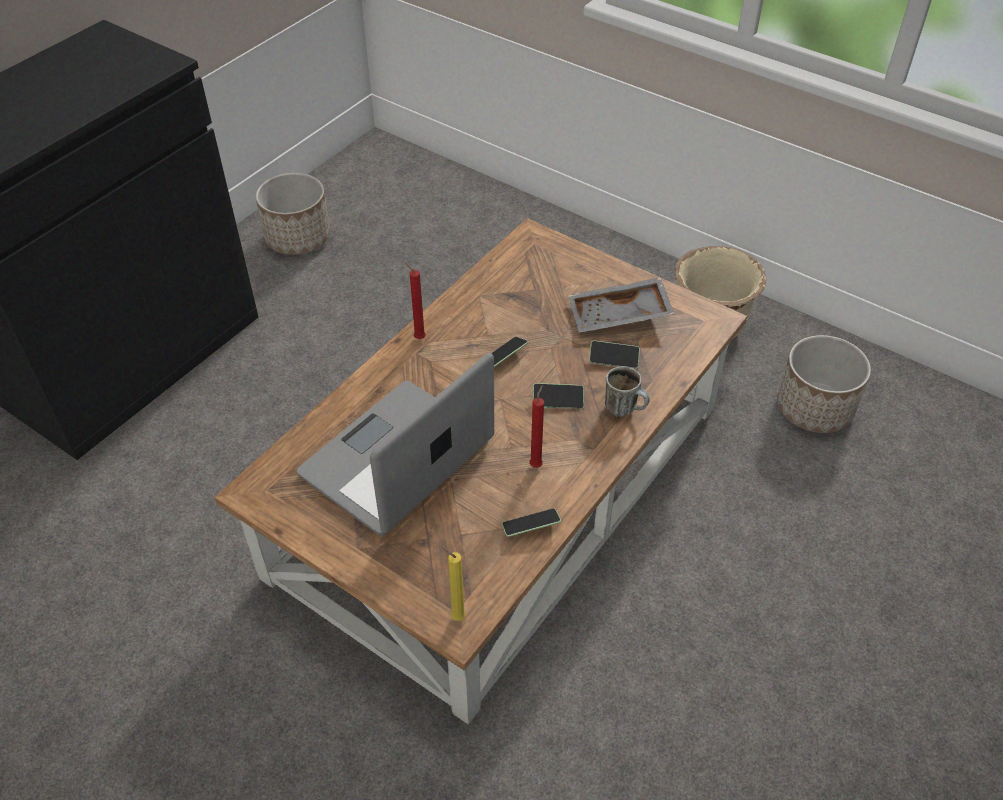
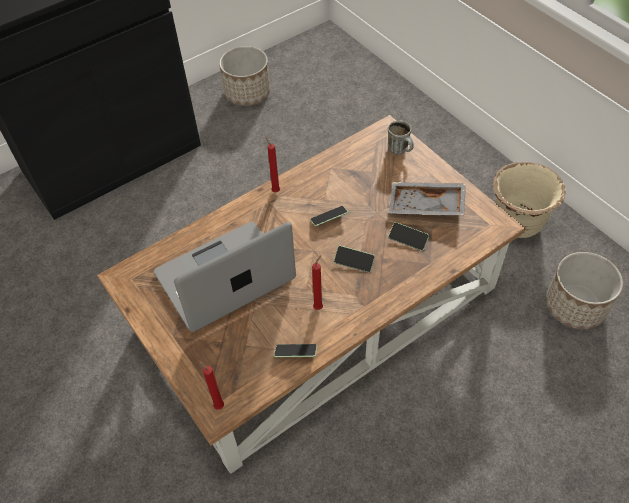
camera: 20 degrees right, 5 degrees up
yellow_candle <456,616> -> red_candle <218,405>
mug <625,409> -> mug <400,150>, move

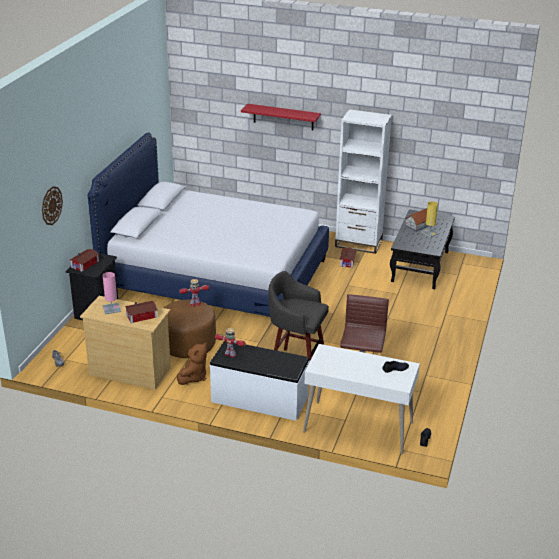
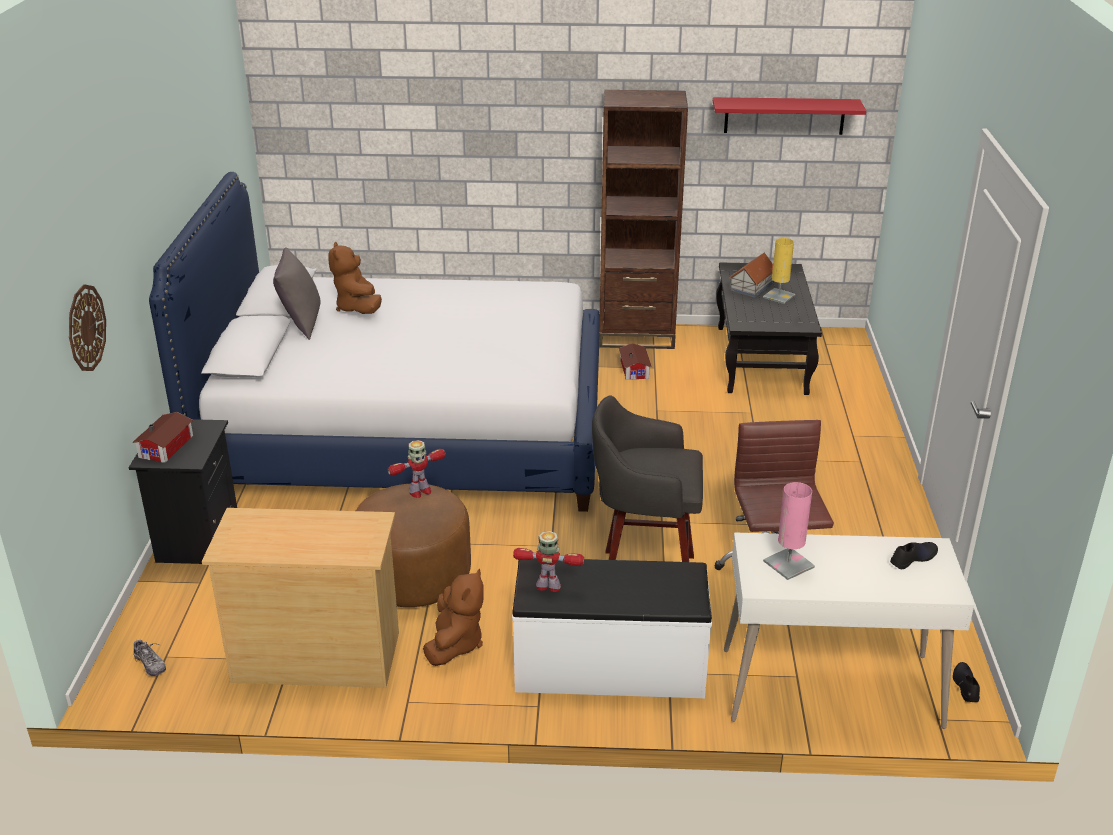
camera: 15 degrees left, 0 degrees up
pink_table_lamp <111,309> -> pink_table_lamp <788,564>, move
toy_house <142,316> -> none
red_shelf <283,117> -> red_shelf <784,115>, move
white_bookcase <358,243> -> brown_bookcase <636,336>
none -> grey_pillow <301,324>
none -> brown_plush_toy <358,308>

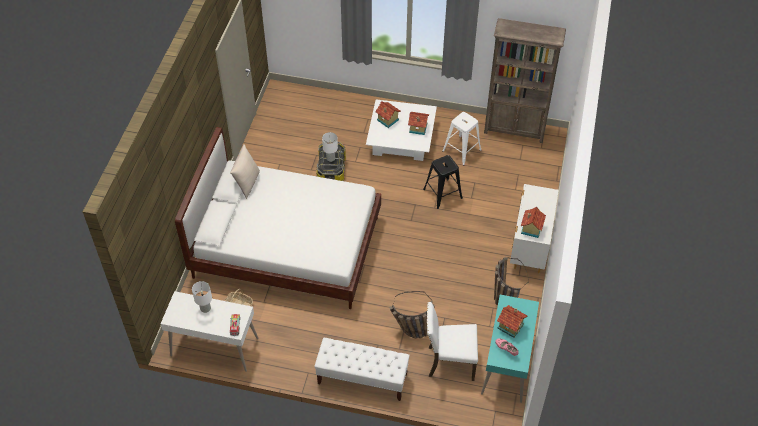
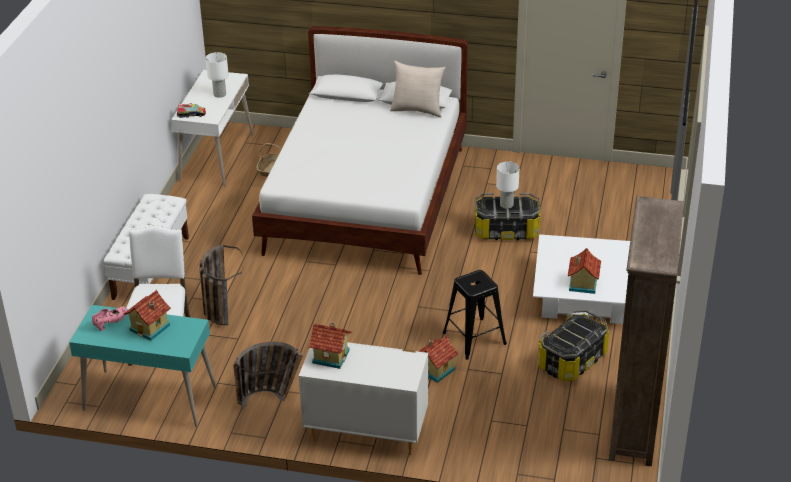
camera: 90 degrees right, 15 degrees down
toy_house <387,120> -> toy_house <435,369>, move
white_stool <462,150> -> storage_box <572,361>

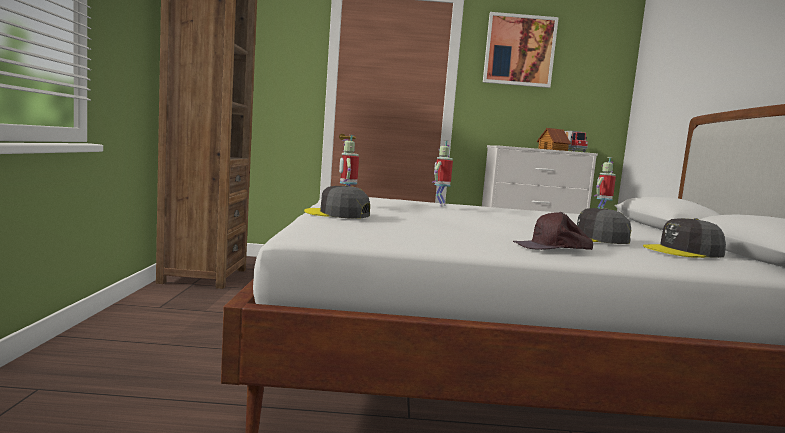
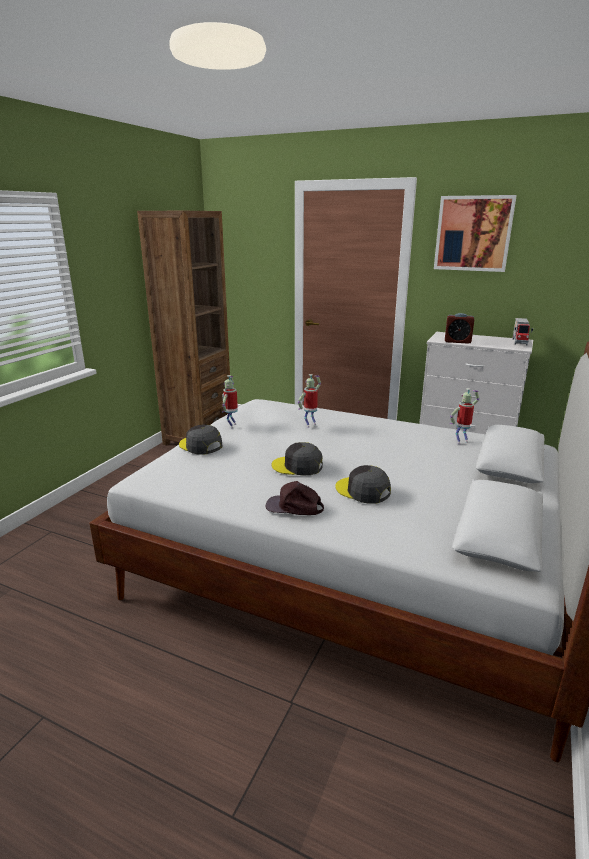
camera: 25 degrees right, 15 degrees up
toy_house <553,149> -> none
grey_cap <683,251> -> grey_cap <297,466>, move
none -> alarm_clock <457,341>

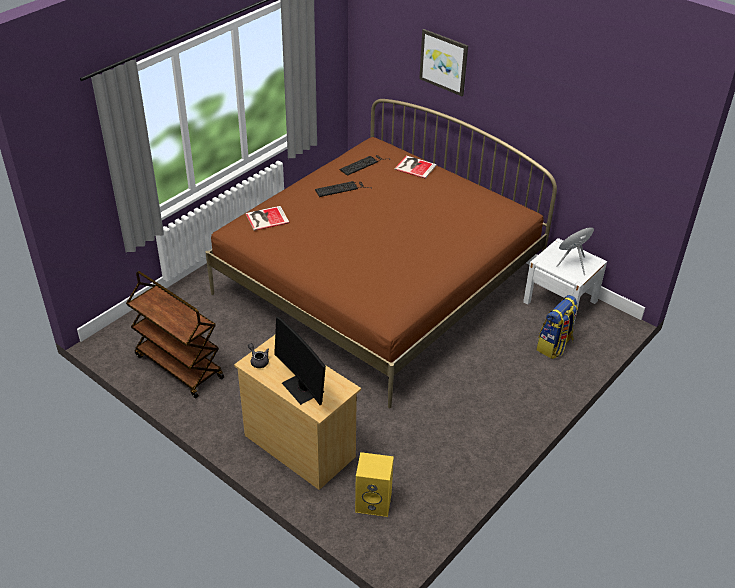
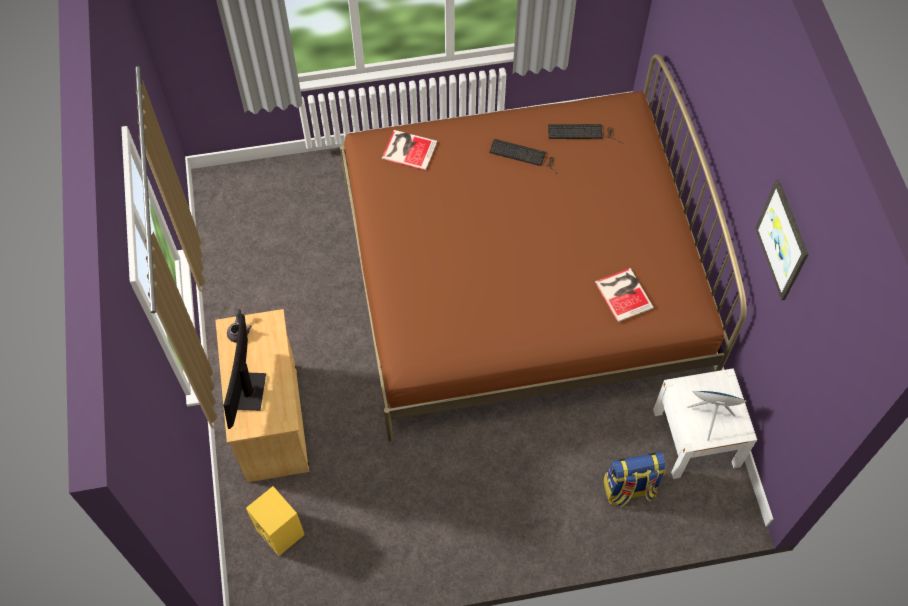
camera: 40 degrees right, 20 degrees up
brown_cart <178,367> -> none
book <414,166> -> book <624,293>, move
picture <444,62> -> picture <783,240>, move

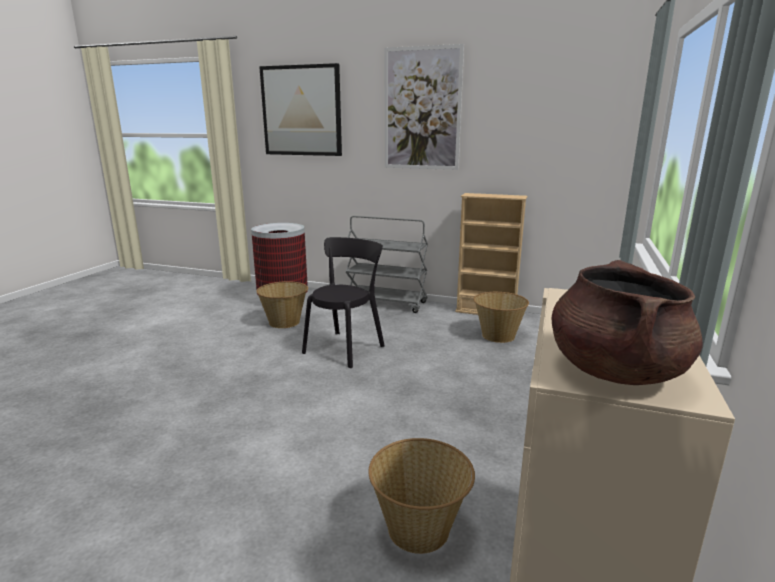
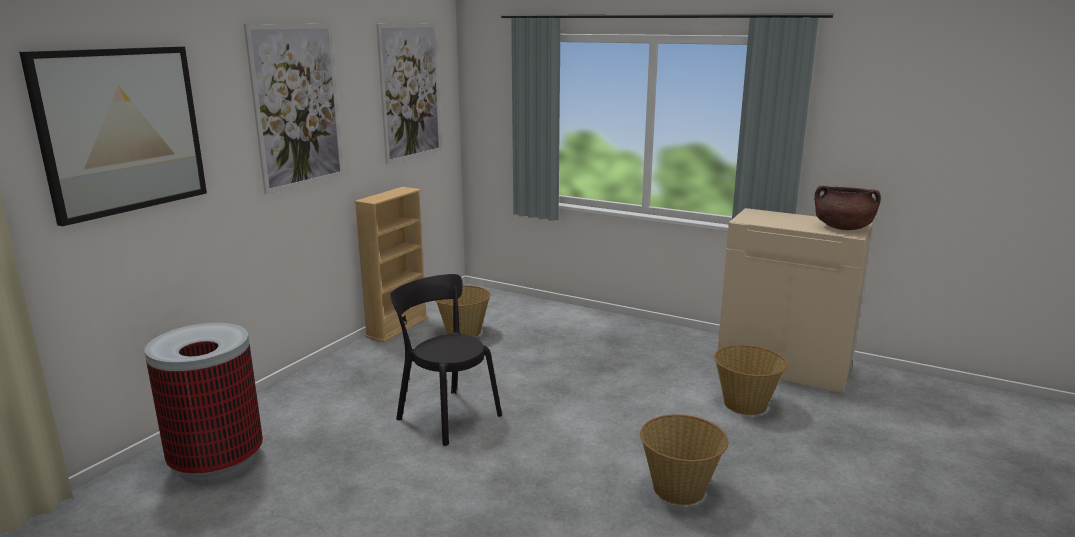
camera: 80 degrees left, 0 degrees up
basket <284,322> -> basket <679,488>, move
grey_cart <386,303> -> none
none -> picture <410,92>

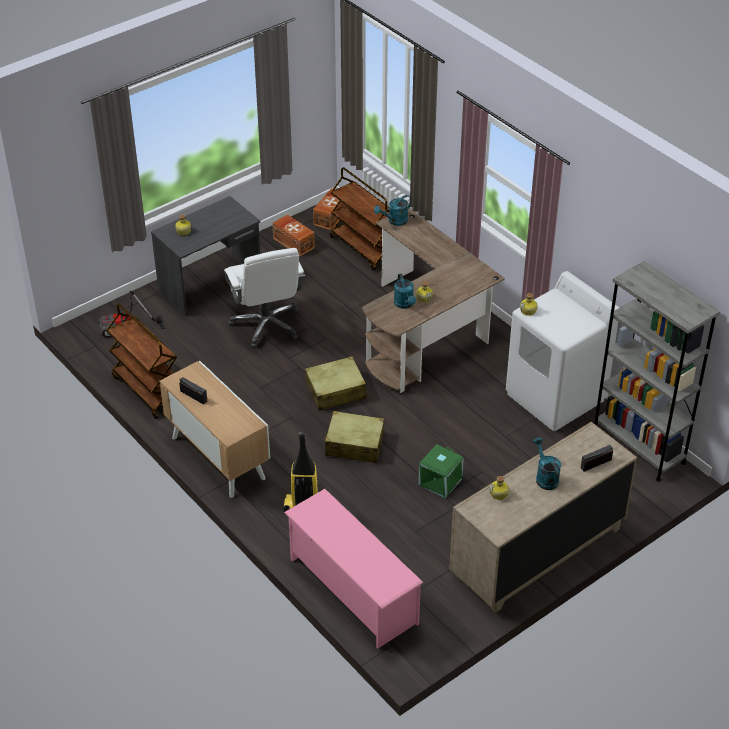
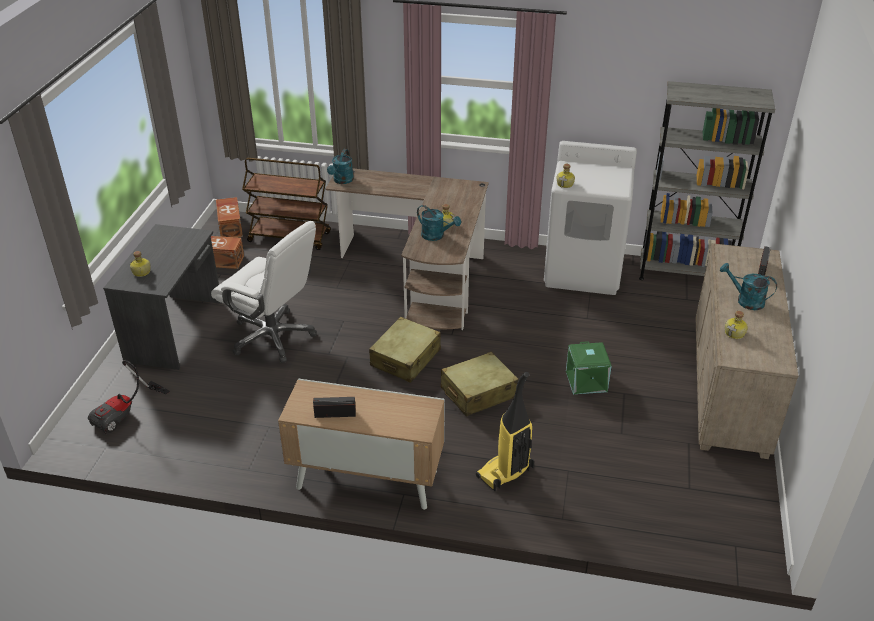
camera: 40 degrees left, 5 degrees down
brown_cart <147,390> -> none
pink_shoe_rack <352,590> -> none

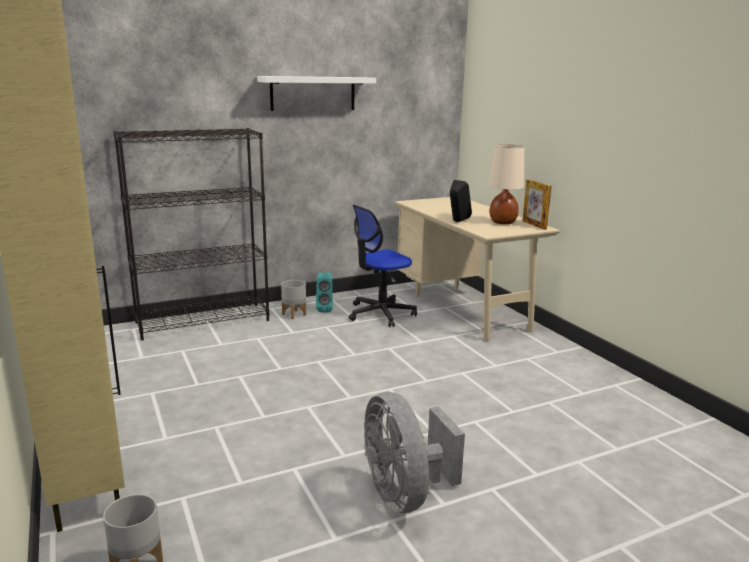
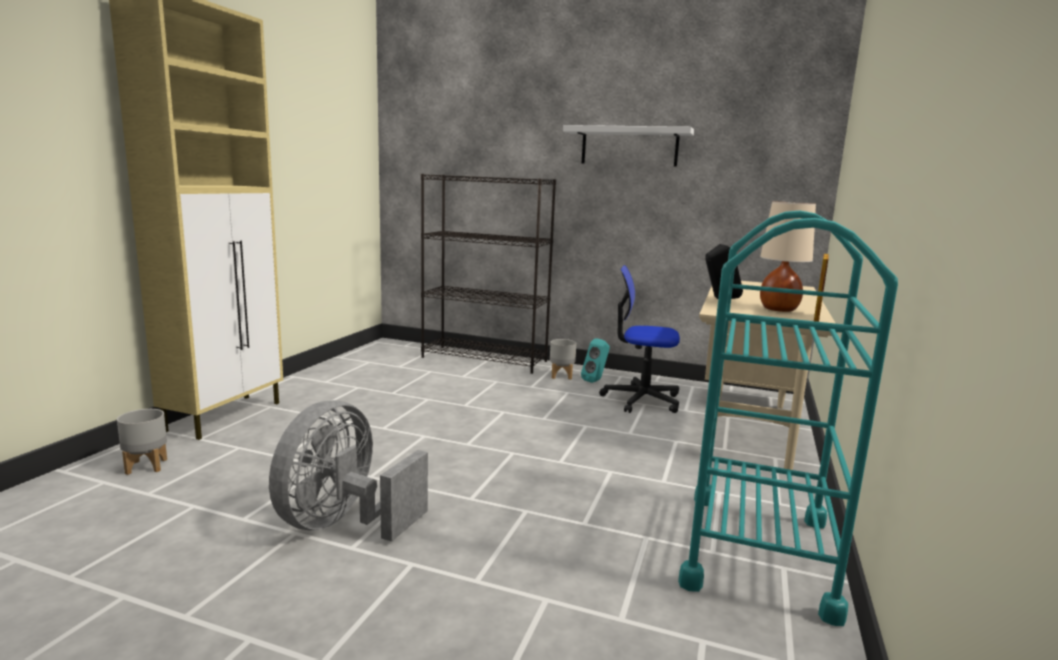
camera: 45 degrees right, 5 degrees down
none -> turquoise_cart <758,551>

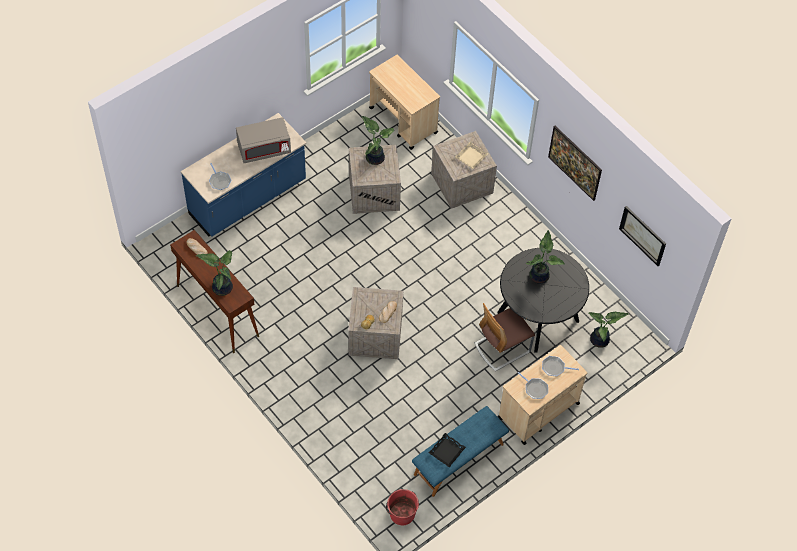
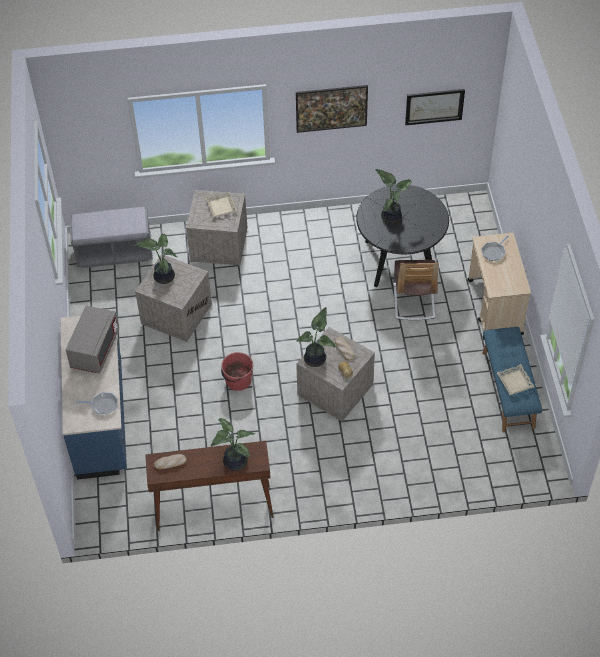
camera: 55 degrees left, 5 degrees down
beige_cart <403,121> -> grey_bench <114,252>
red_bucket <401,513> -> red_bucket <238,380>, move
black_tray <447,451> -> beige_tray <515,382>
frying_pan <535,389> -> none
potted_plant <600,341> -> potted_plant <316,359>, move

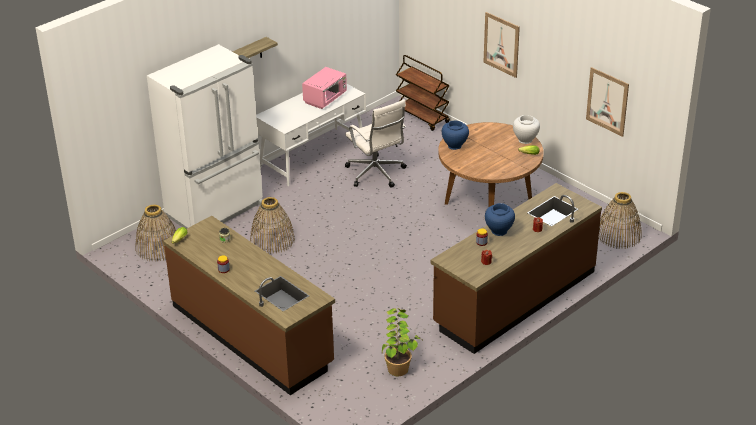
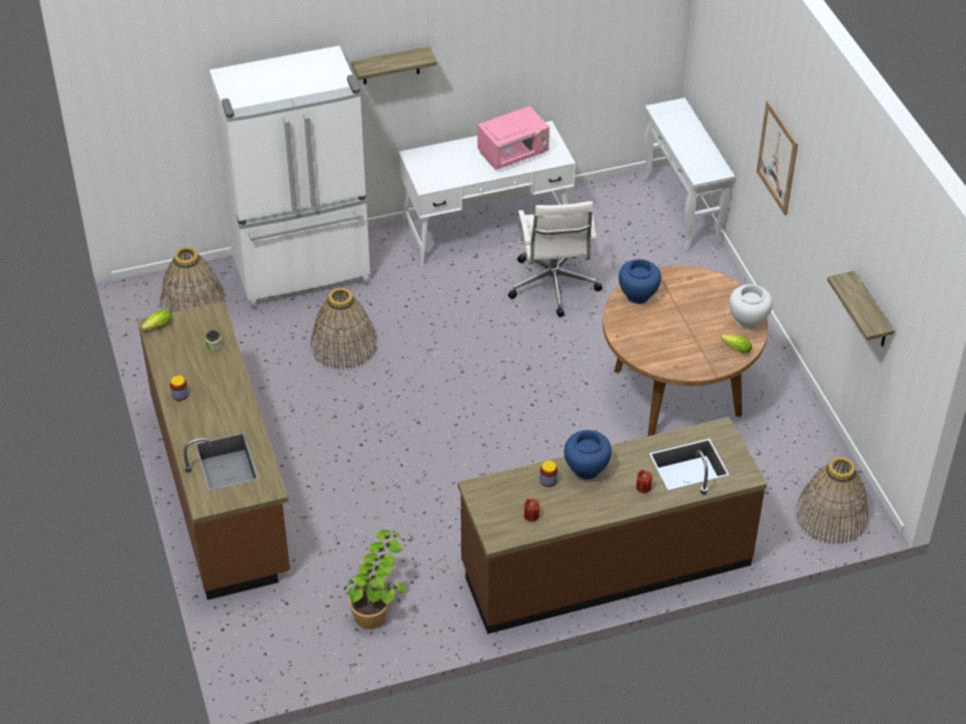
camera: 25 degrees right, 10 degrees up
brown_cart <422,117> -> white_console_table <682,212>
picture <607,101> -> shelf <871,312>

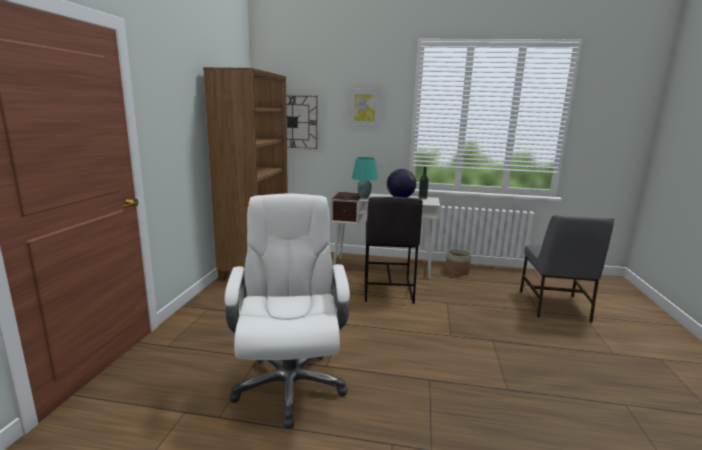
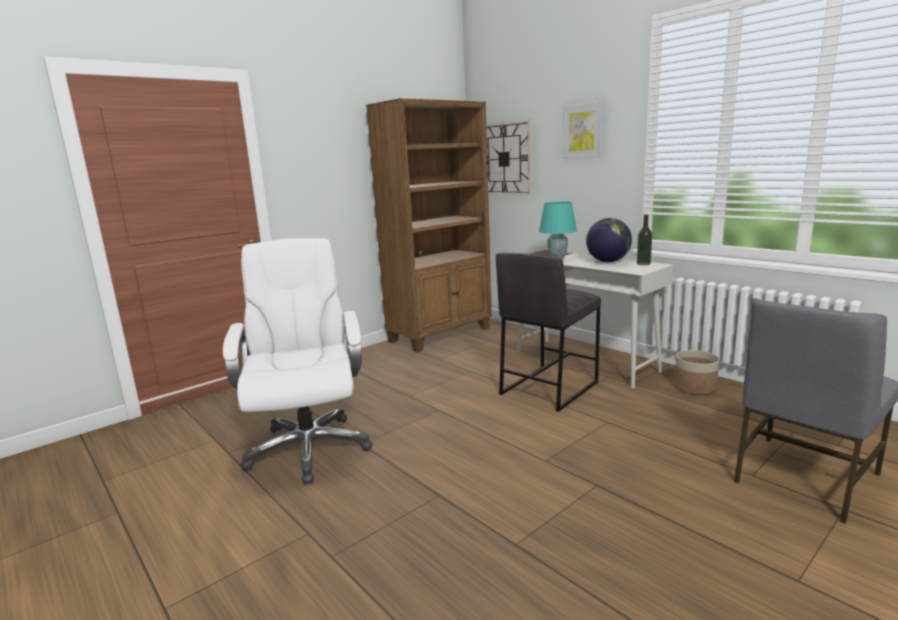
camera: 40 degrees right, 0 degrees up
white_office_chair <289,384> -> white_office_chair <308,448>, 45 degrees counterclockwise

